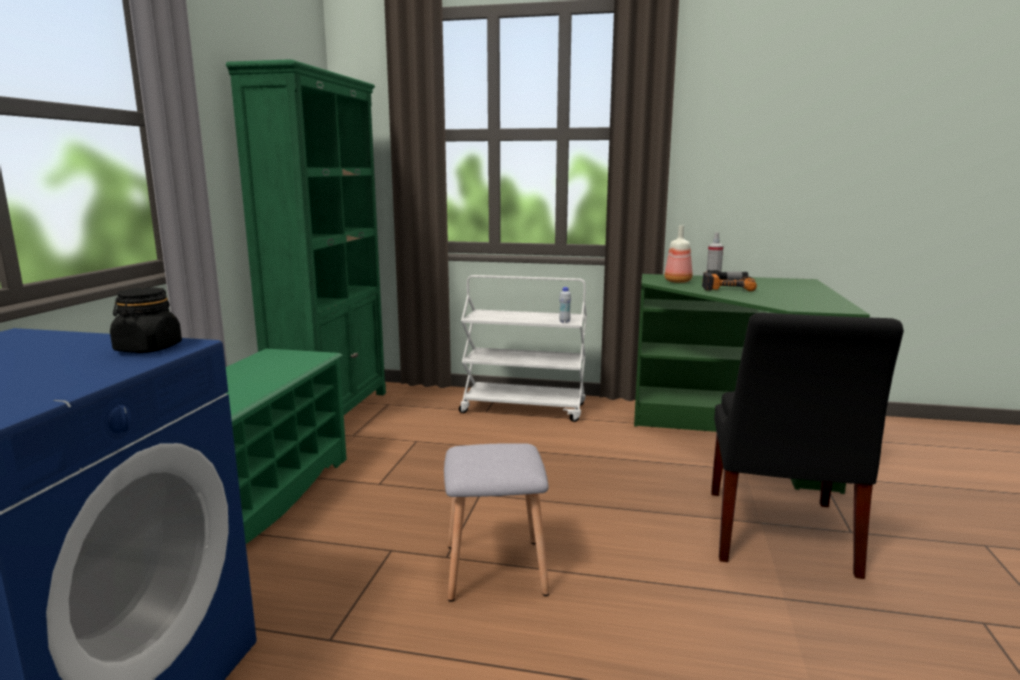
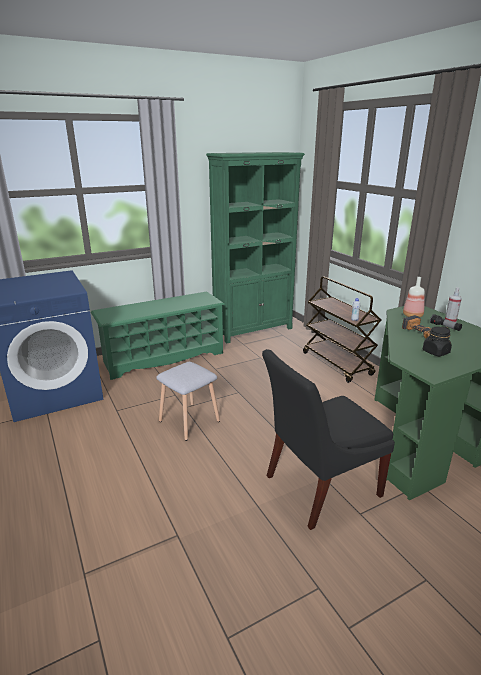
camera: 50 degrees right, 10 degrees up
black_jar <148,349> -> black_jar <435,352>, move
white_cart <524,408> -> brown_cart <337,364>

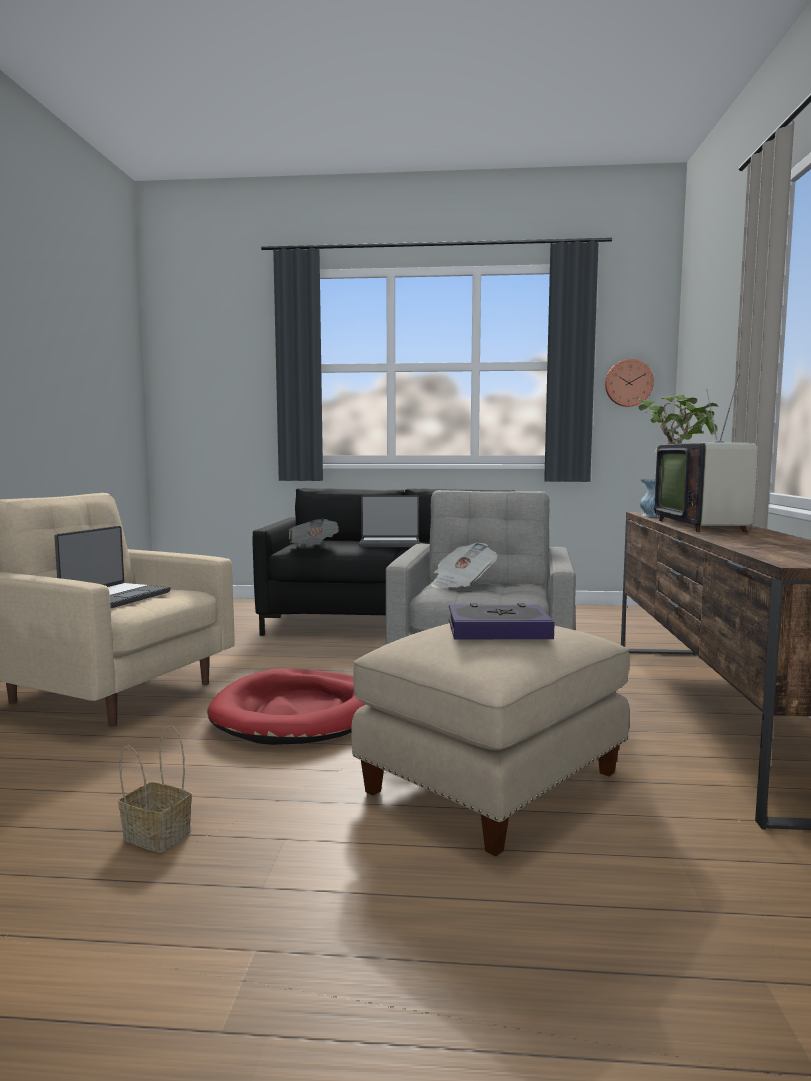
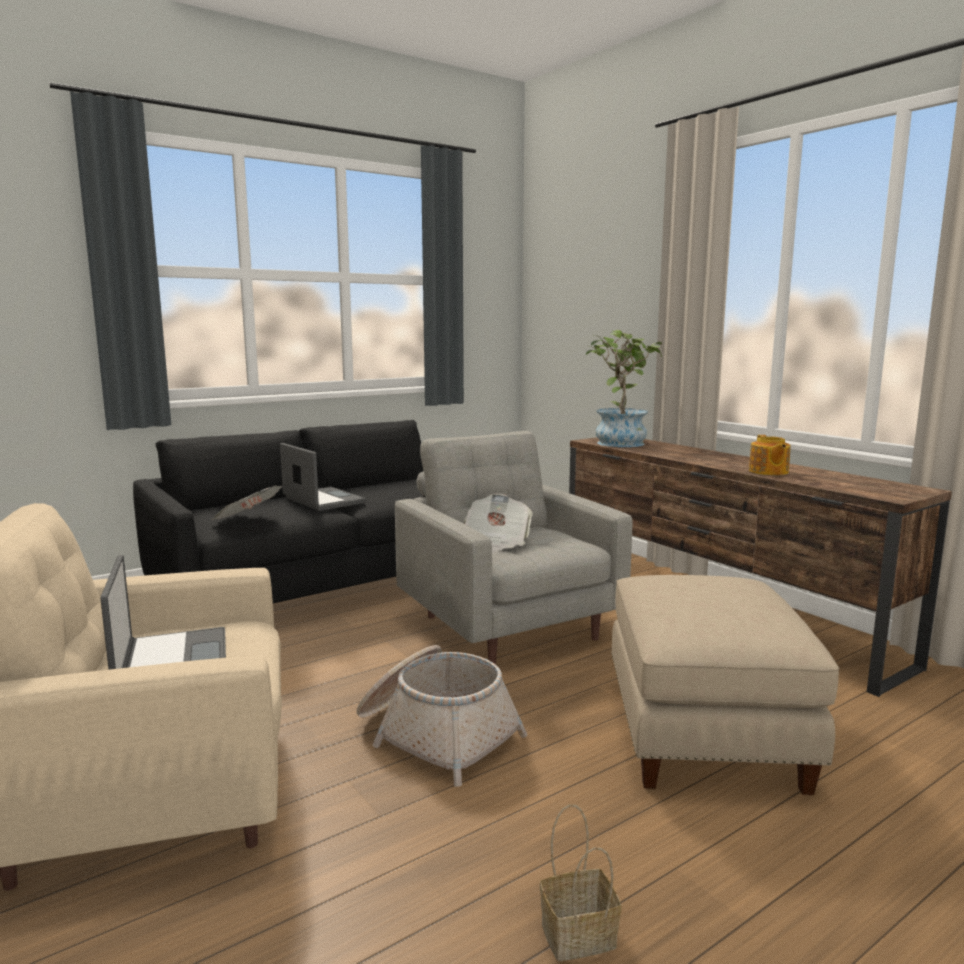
camera: 40 degrees left, 5 degrees up
red_dog_bed <299,713> -> basket <435,734>
laptop <390,544> -> laptop <322,501>, 90 degrees counterclockwise
book <498,630> -> none
wall_clock <628,383> -> none
television <704,525> -> none
none -> teapot <768,472>

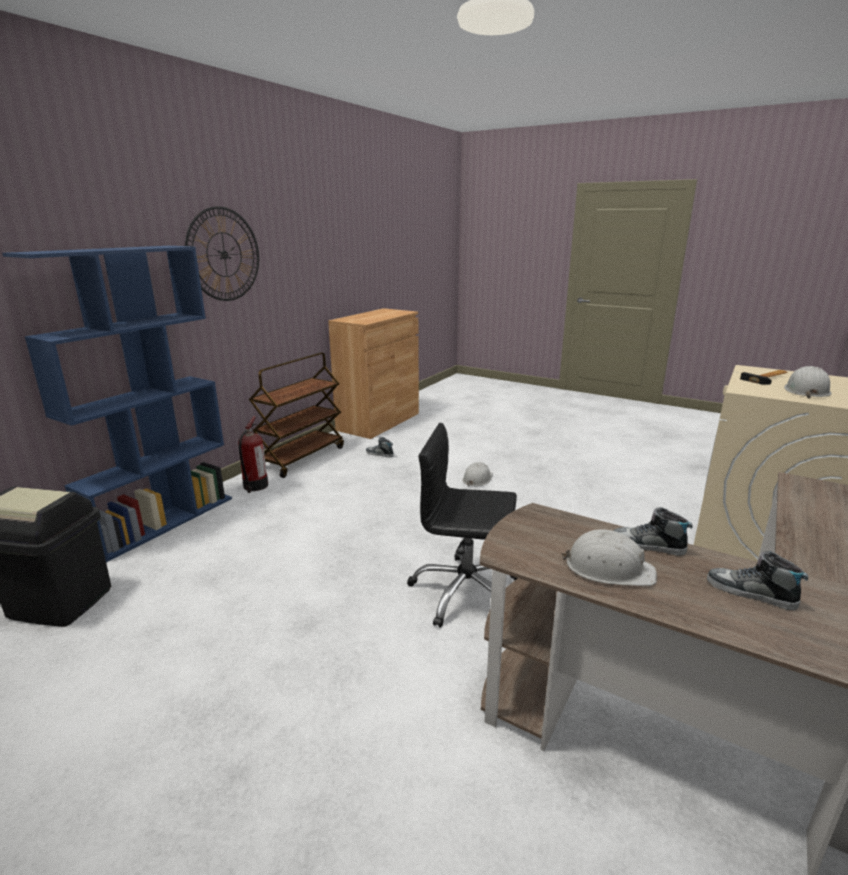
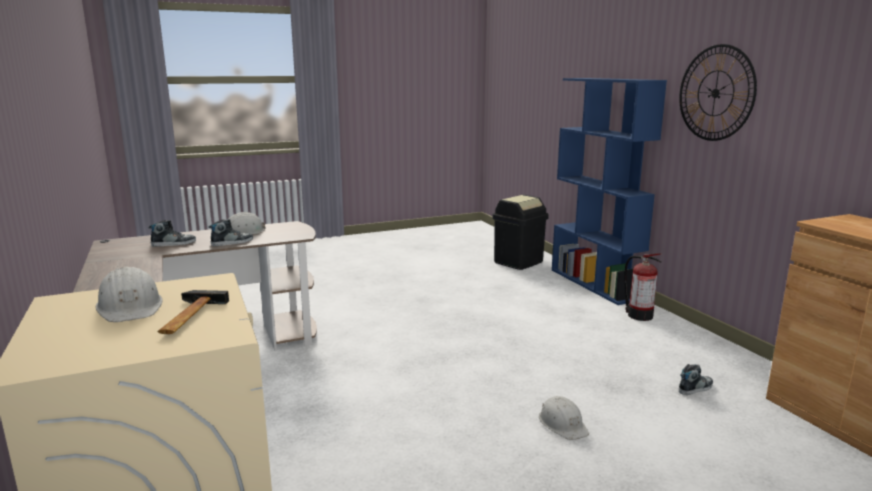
camera: 125 degrees right, 5 degrees down
brown_cart <301,457> -> none
black_office_chair <465,592> -> none

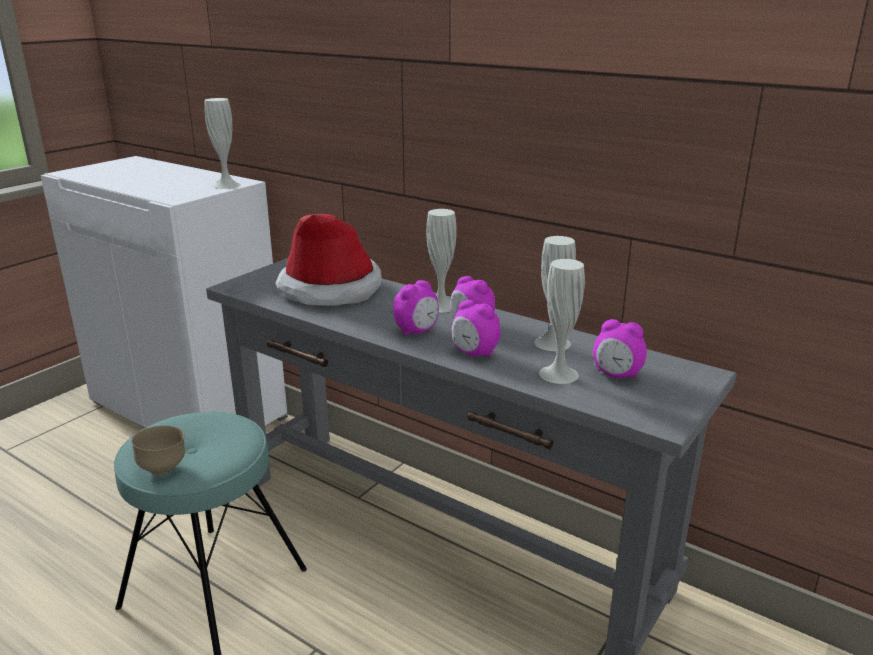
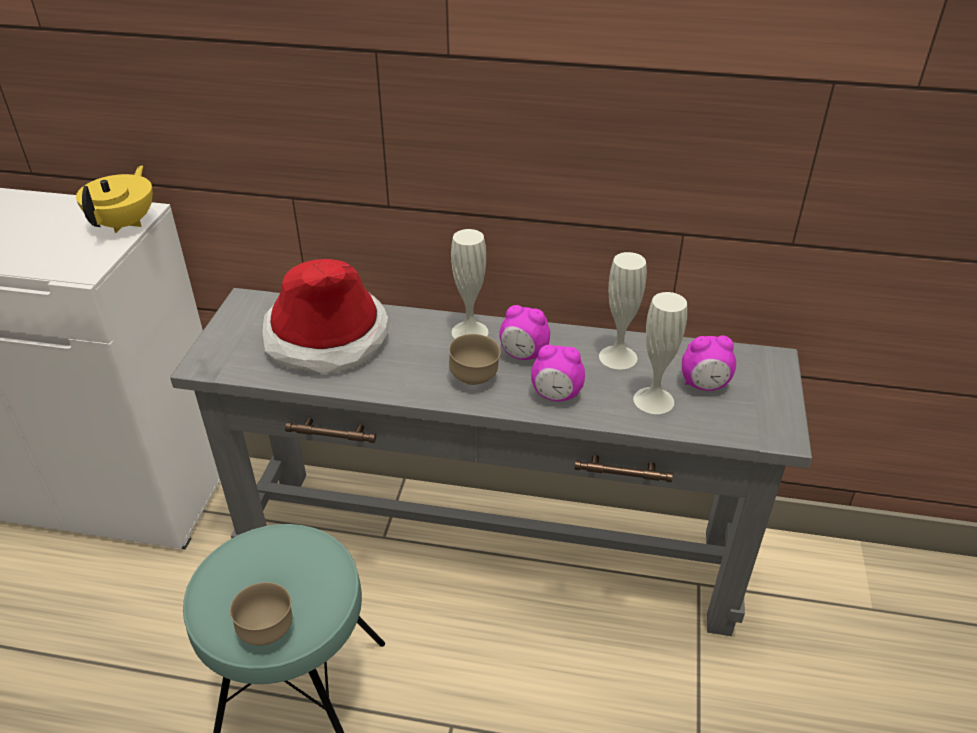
camera: 25 degrees left, 15 degrees up
white_vase <226,185> -> yellow_teapot <125,223>
alarm_clock <417,331> -> brown_bowl <474,379>

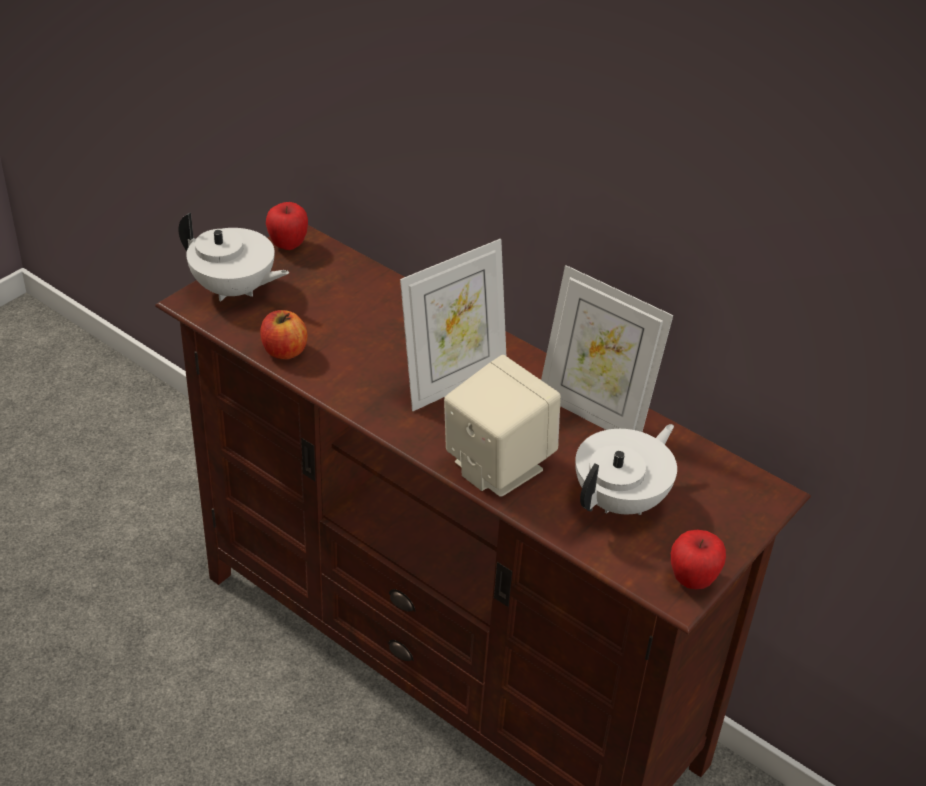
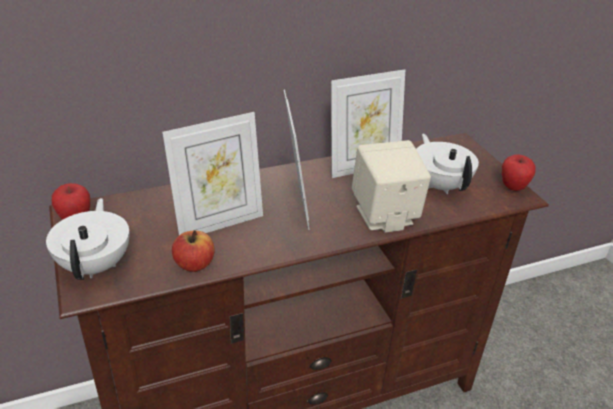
camera: 60 degrees left, 5 degrees down
white_teapot <234,290> -> white_teapot <96,264>, 60 degrees counterclockwise
none -> picture_frame <219,222>

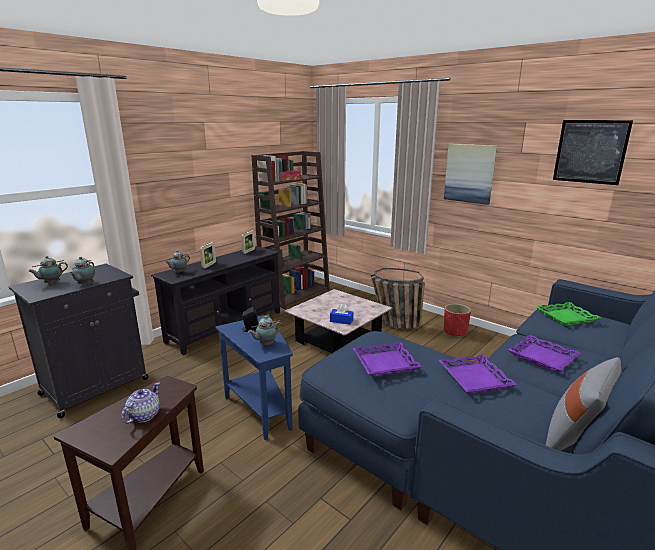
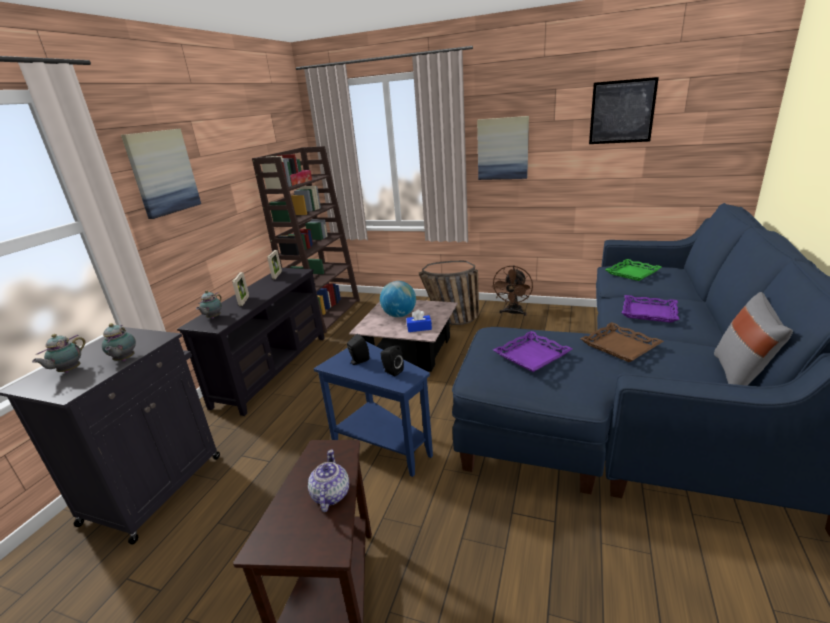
camera: 20 degrees left, 5 degrees up
teapot <266,344> -> black_speaker <392,371>
purple_tray <475,378> -> brown_tray <620,346>
red_planter <455,332> -> brown_fan <513,313>
none -> picture <162,172>
none -> globe <399,315>

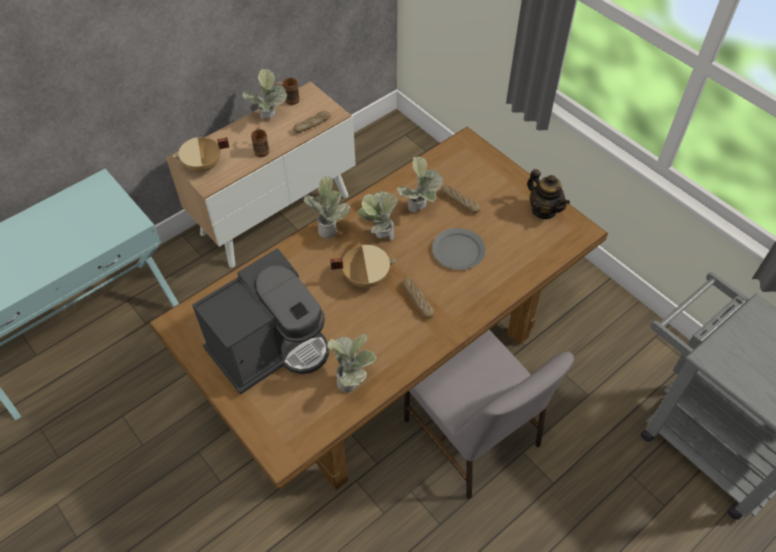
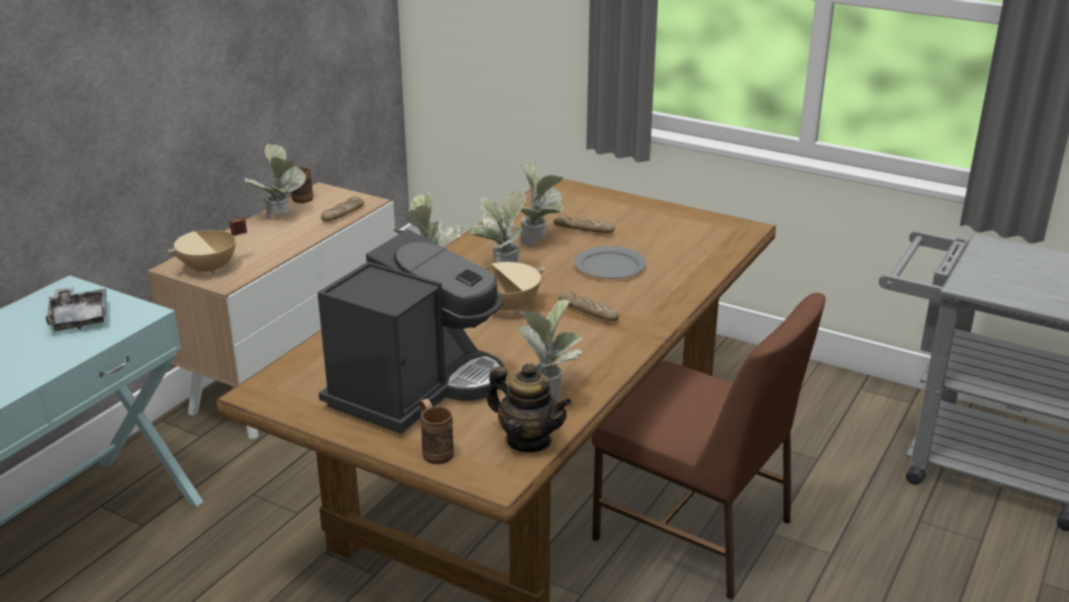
camera: 20 degrees left, 25 degrees down
brown_mug <261,149> -> brown_mug <434,450>, move
grey_chair <472,435> -> brown_chair <695,532>
teapot <544,210> -> teapot <528,440>, move
none -> grey_tray <79,317>

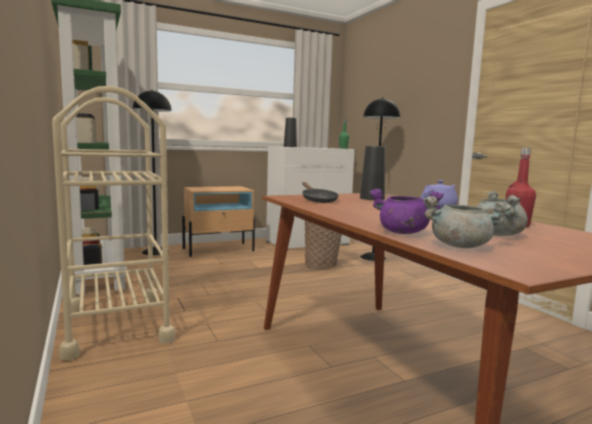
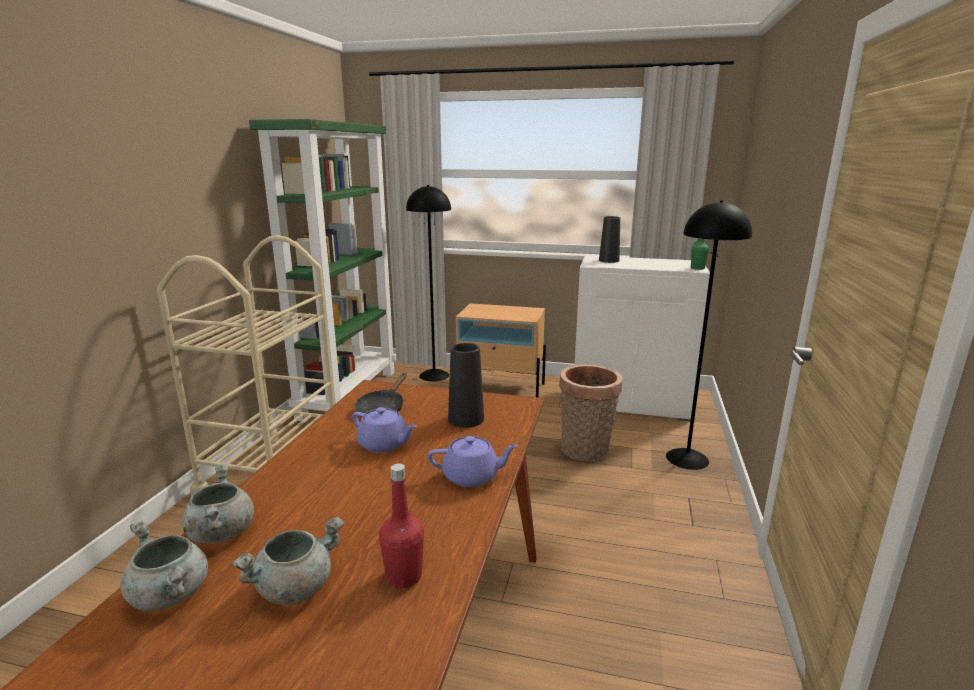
camera: 40 degrees right, 10 degrees up
purple_cooking_pot <402,232> -> grey_cooking_pot <221,532>
none -> purple_teapot <384,444>

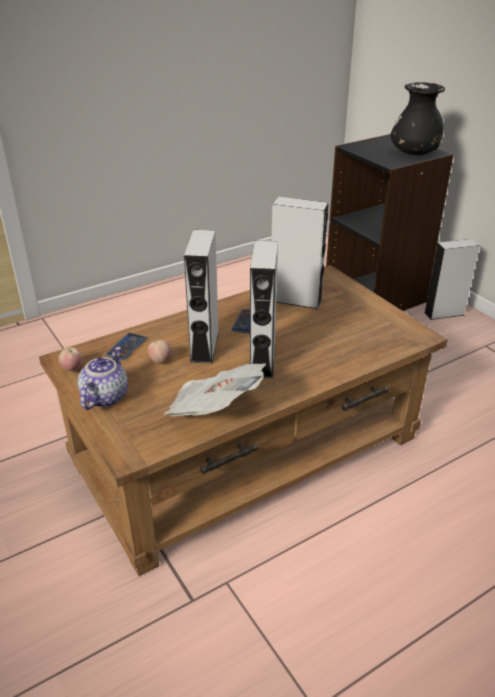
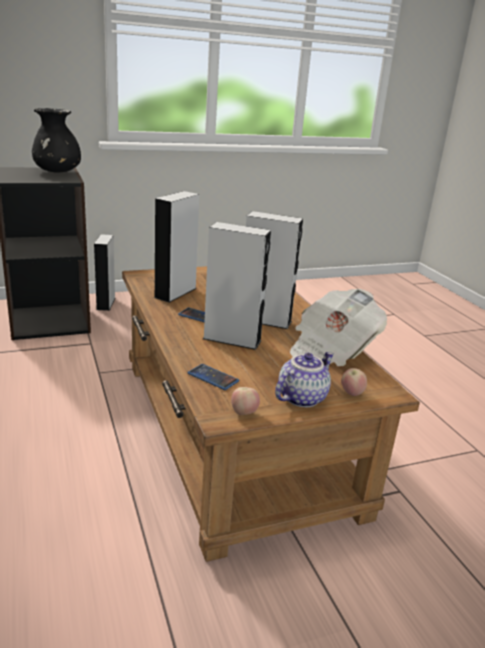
camera: 80 degrees left, 10 degrees down
teapot <104,397> -> teapot <301,397>, 105 degrees clockwise
apple <160,361> -> apple <351,393>, move

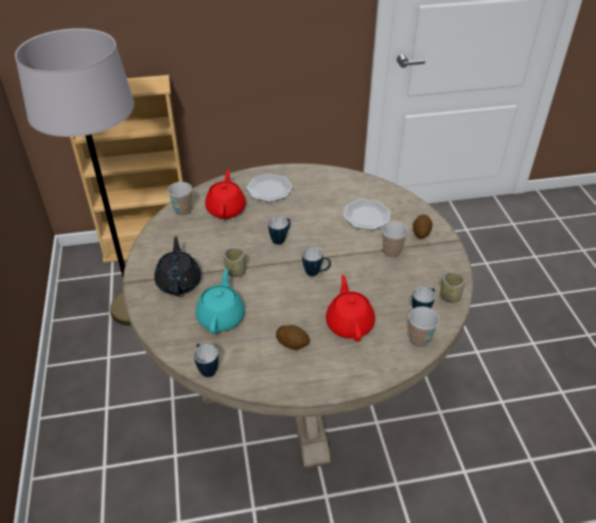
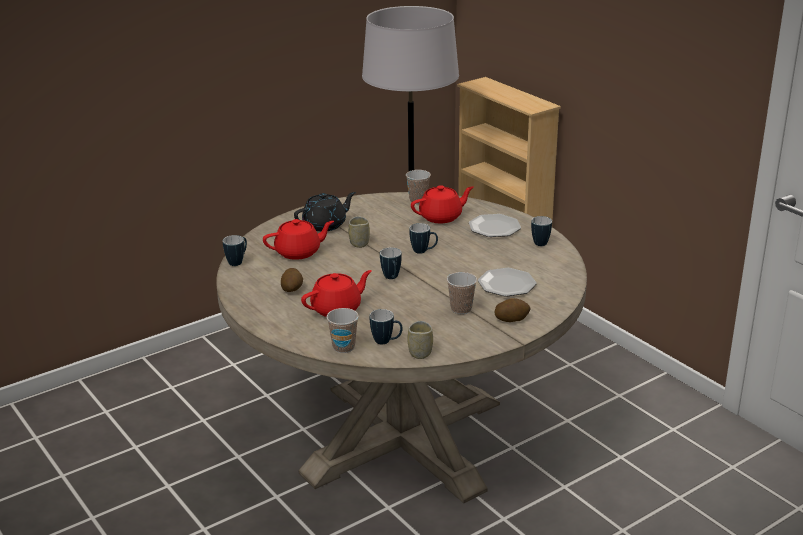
camera: 65 degrees right, 15 degrees down
turquoise_teapot <221,317> -> red_teapot <299,252>
none -> mug <540,242>

